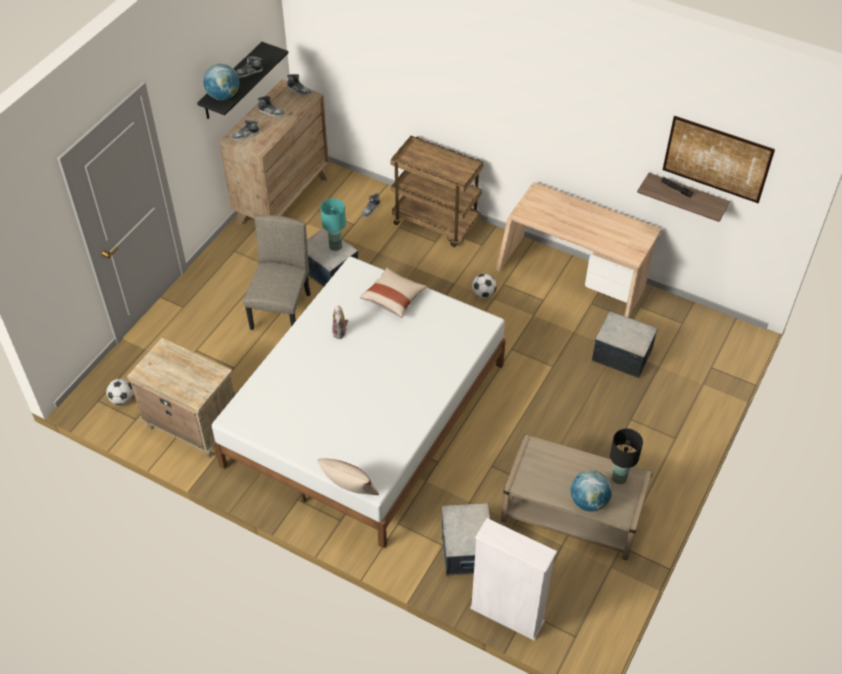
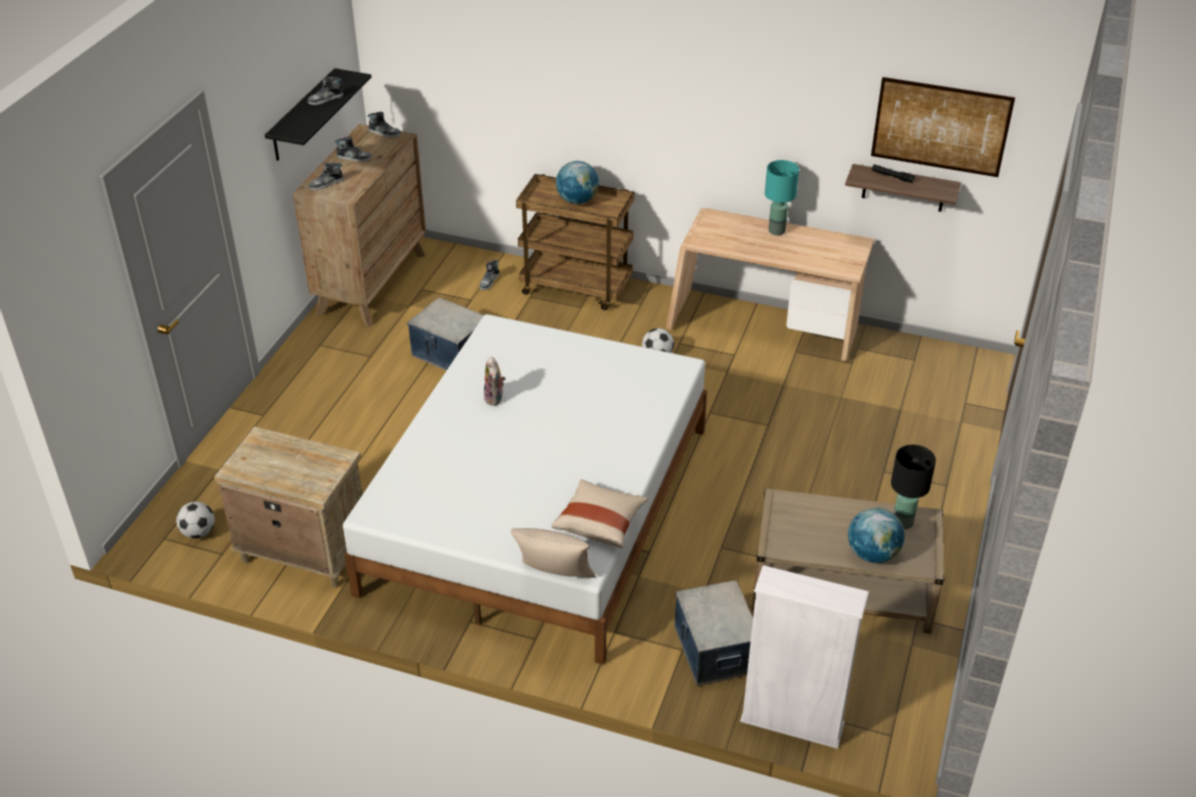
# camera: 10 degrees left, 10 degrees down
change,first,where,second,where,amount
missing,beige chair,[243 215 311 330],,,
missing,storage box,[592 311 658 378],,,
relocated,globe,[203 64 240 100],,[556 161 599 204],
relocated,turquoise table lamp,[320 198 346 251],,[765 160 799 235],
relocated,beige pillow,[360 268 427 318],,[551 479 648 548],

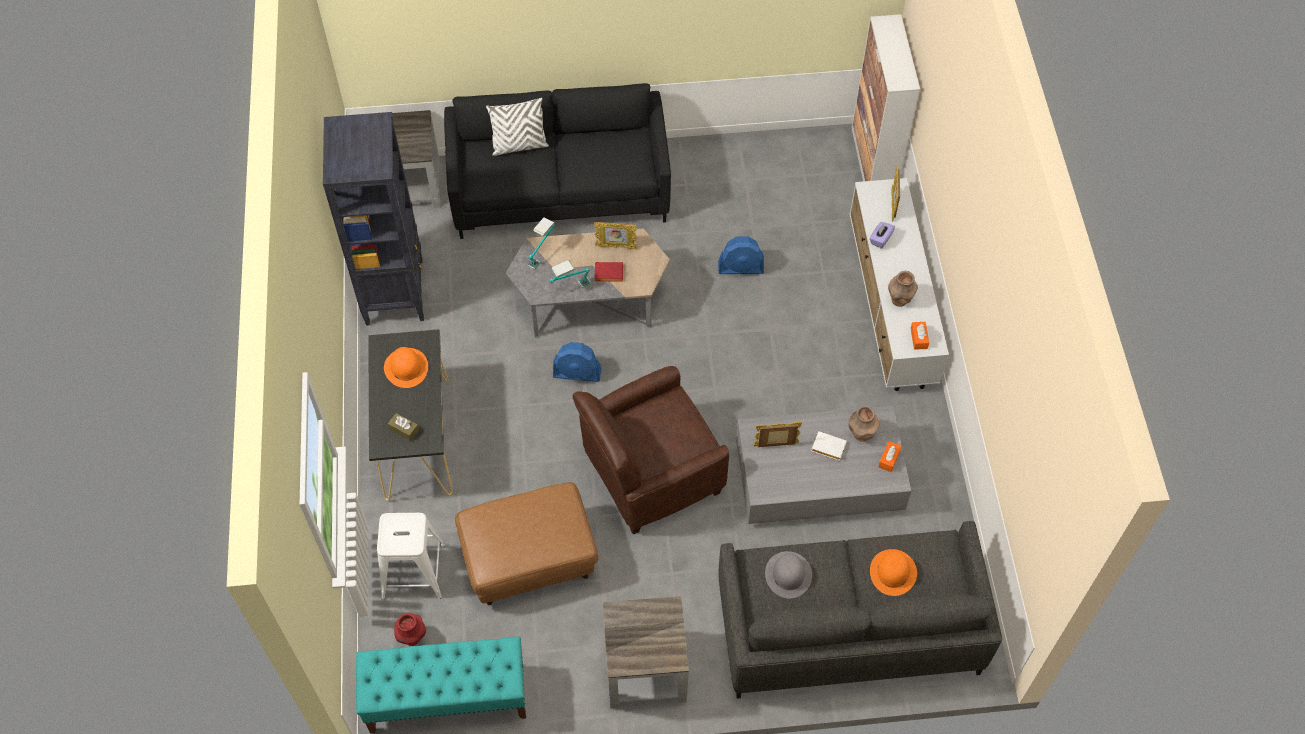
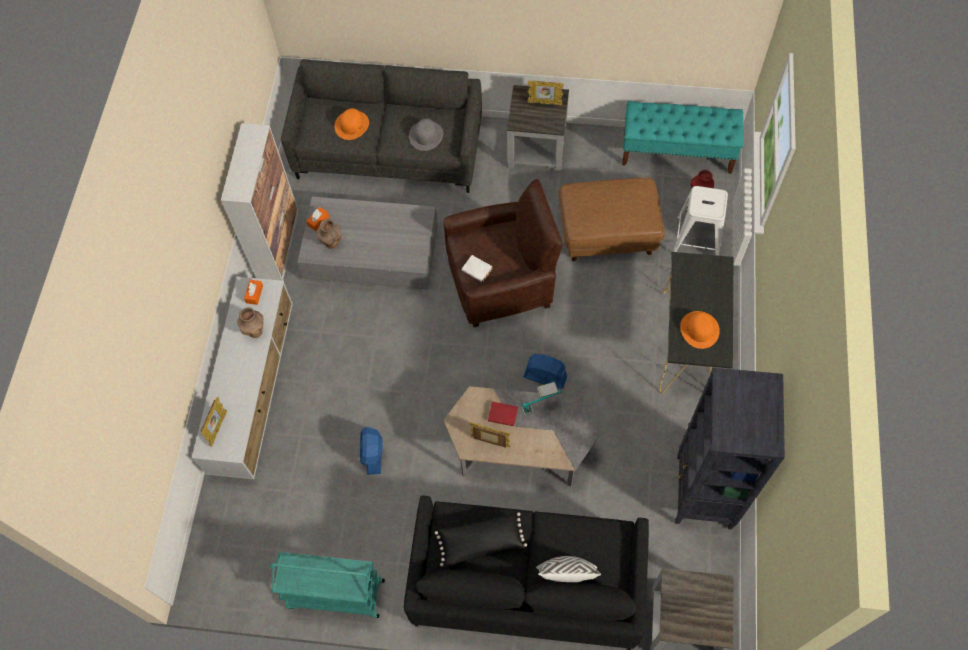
# camera: 165 degrees left, 5 degrees up
change,first,where,second,where,amount
missing,brown tissue box,[388 413 419 441],,,
missing,table lamp,[528 217 555 269],,,
missing,purple tissue box,[869 222 895 249],,,
appeared,,,turquoise cart,[270 552 385 618],
appeared,,,black pillow,[434 512 527 569],
relocated,picture frame,[754 422 802 447],,[527 81 564 105],
relocated,white book,[811 431 847 461],,[462 255 493 282],
relocated,cabinet,[852 14 920 181],,[221 123 299 281],
spun,blue fan,[718 236 764 274],,[360 427 383 475],105 degrees counterclockwise

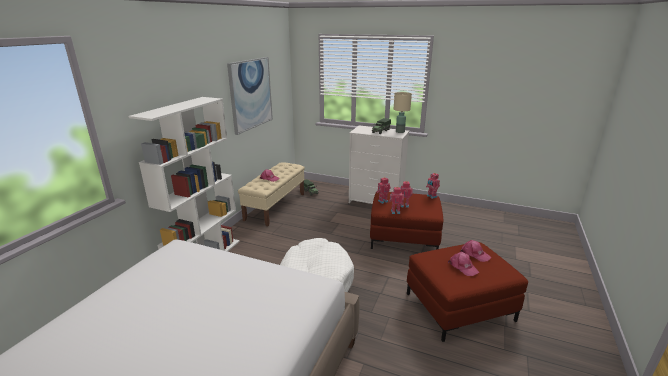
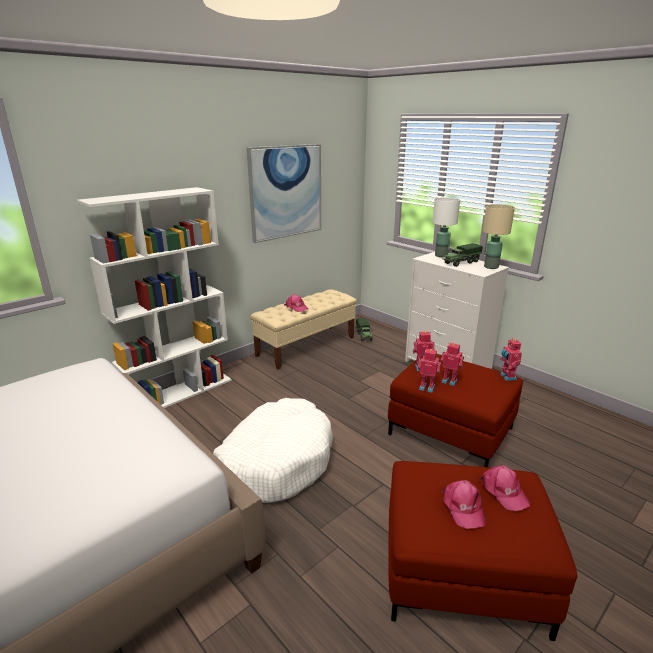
# camera: 25 degrees right, 0 degrees up
change,first,where,second,where,amount
appeared,,,white table lamp,[432 197 460 257],

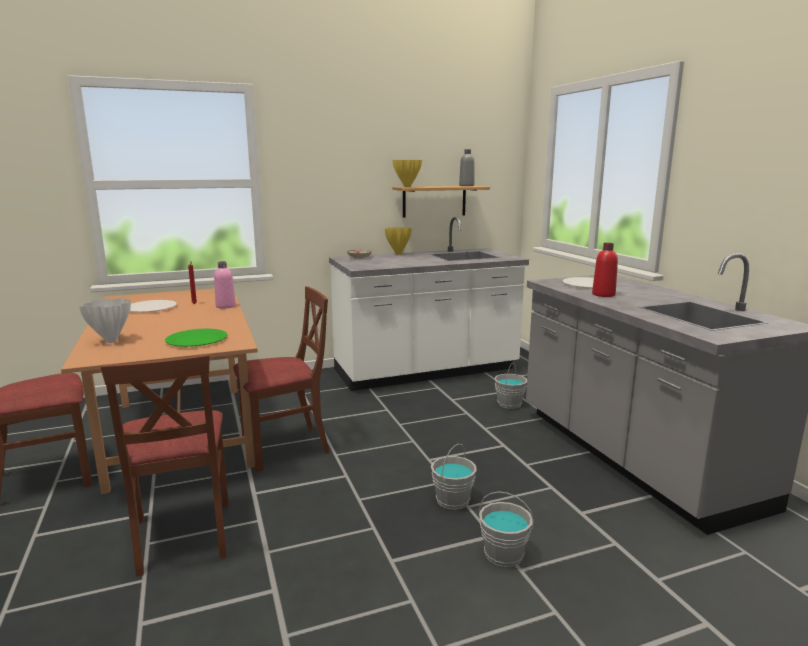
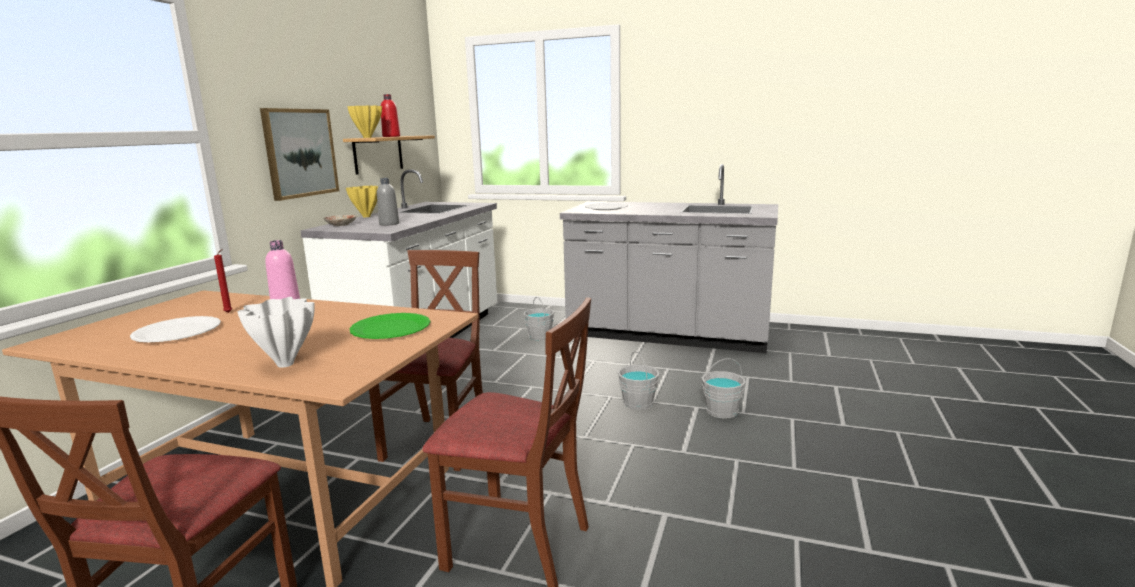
# camera: 50 degrees left, 0 degrees up
change,first,where,second,where,amount
appeared,,,picture,[260 108 339 201],
relocated,grey bottle,[459 149 474 186],,[377 178 399 226],
relocated,red bottle,[592 243 618 297],,[381 94 400 137],

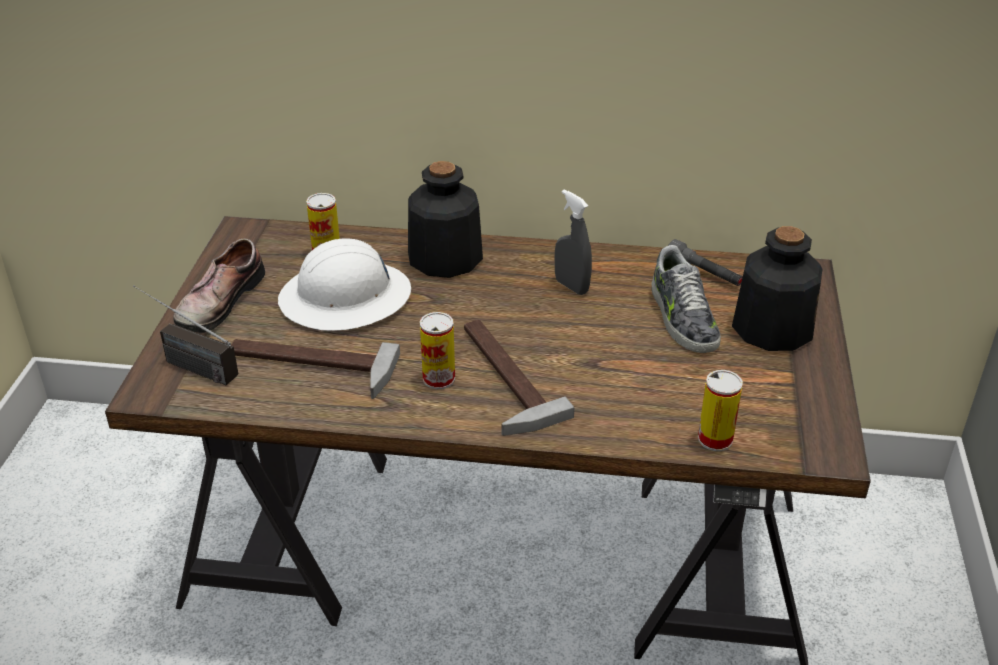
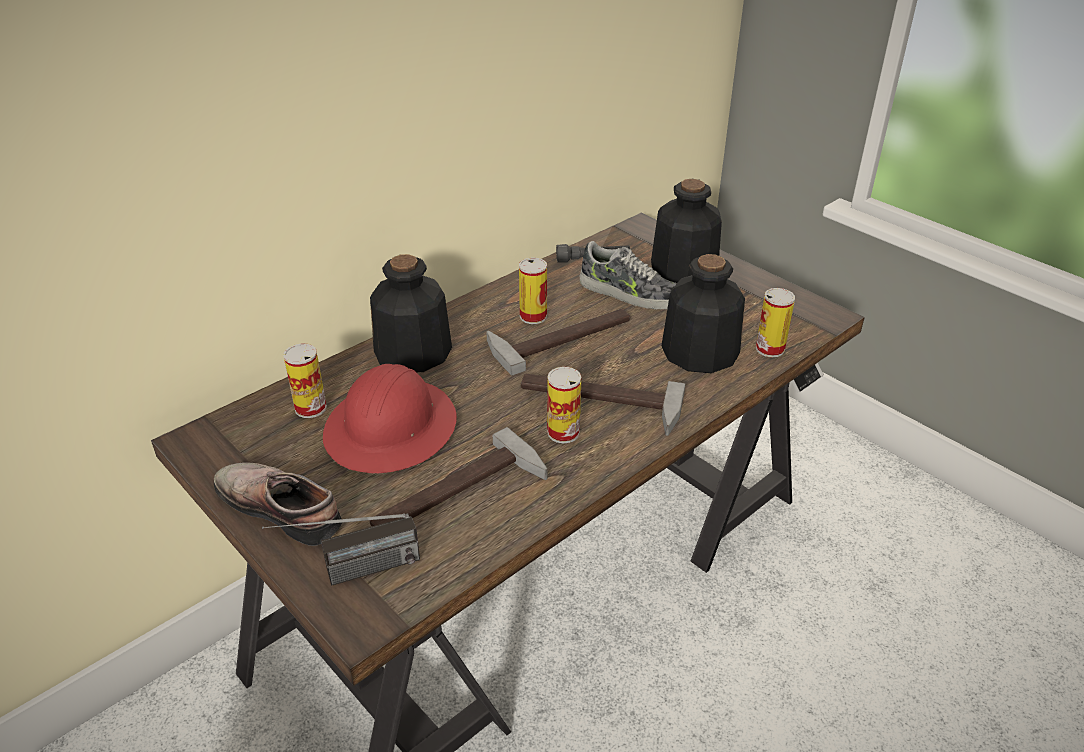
# camera: 50 degrees left, 0 degrees up
change,first,where,second,where,amount
appeared,,,hammer,[486 309 630 376],
appeared,,,bottle,[661 254 745 373],
exchanged,grey spray bottle,[555 190 592 295],can,[519 258 547 324],
colour,white hard hat,[278 238 411 331],red hard hat,[323 364 457 473],
spun,shoe,[174 238 265 333],,[214 463 342 546],150 degrees clockwise

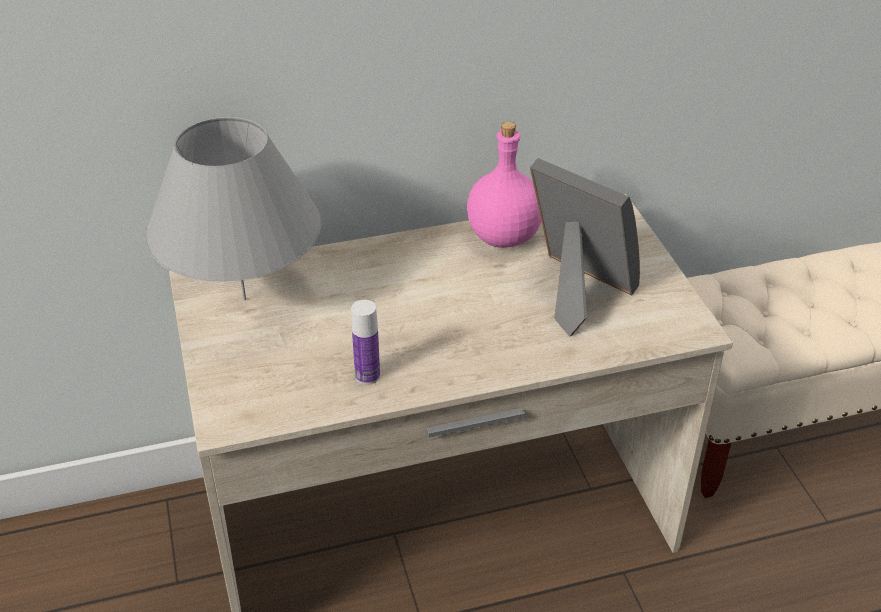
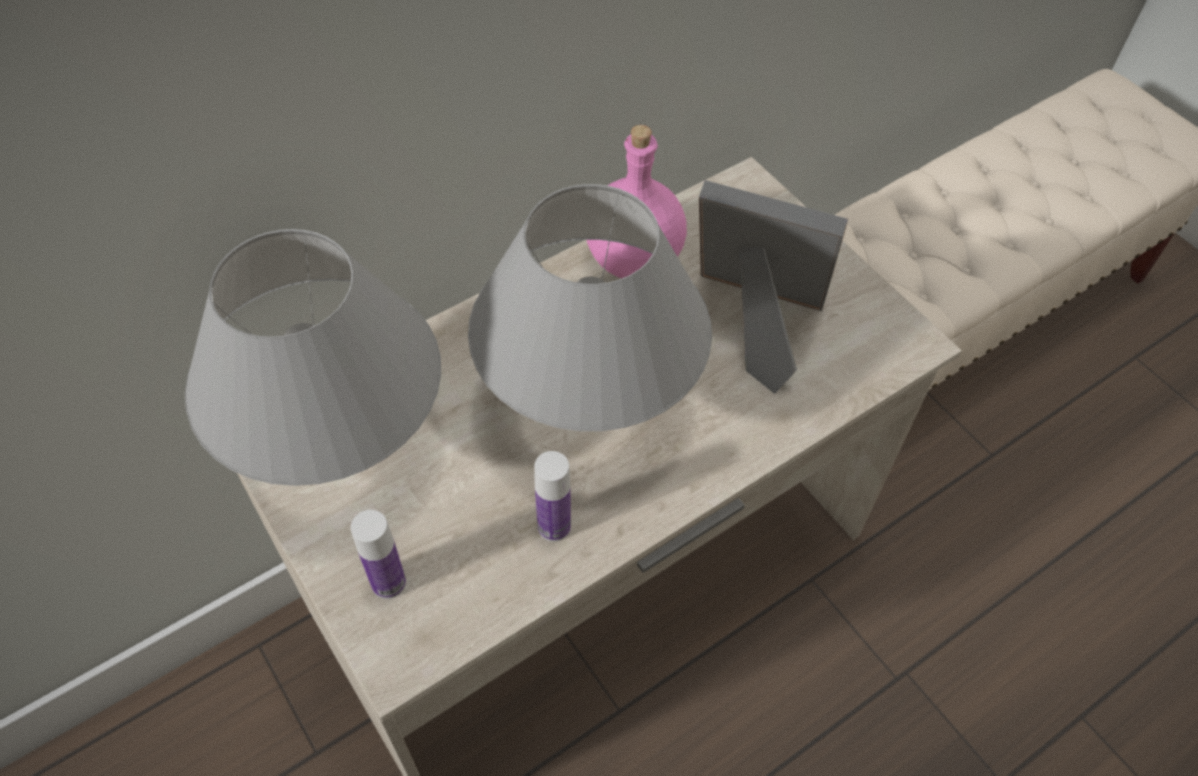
# camera: 20 degrees left, 15 degrees up
change,first,where,second,where,amount
appeared,,,bottle,[351 510 406 599],
appeared,,,grey table lamp,[468 184 712 431],

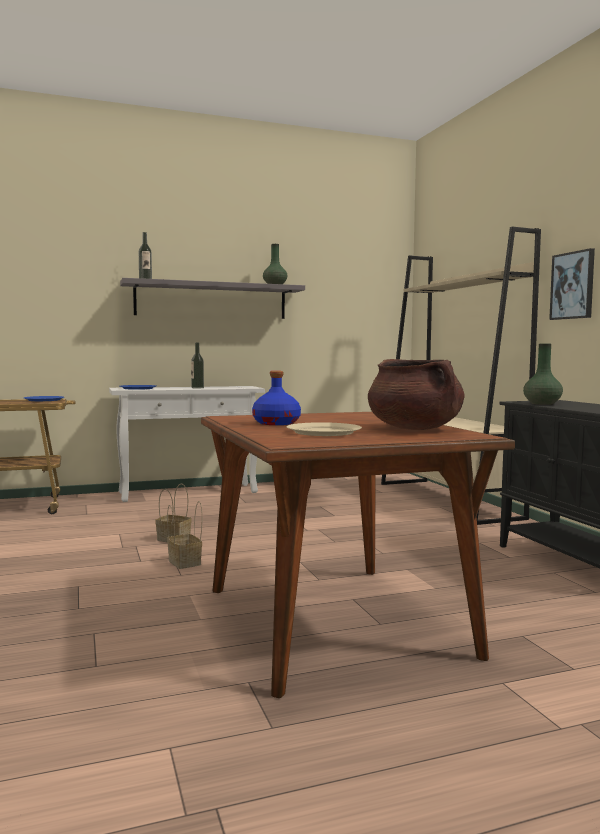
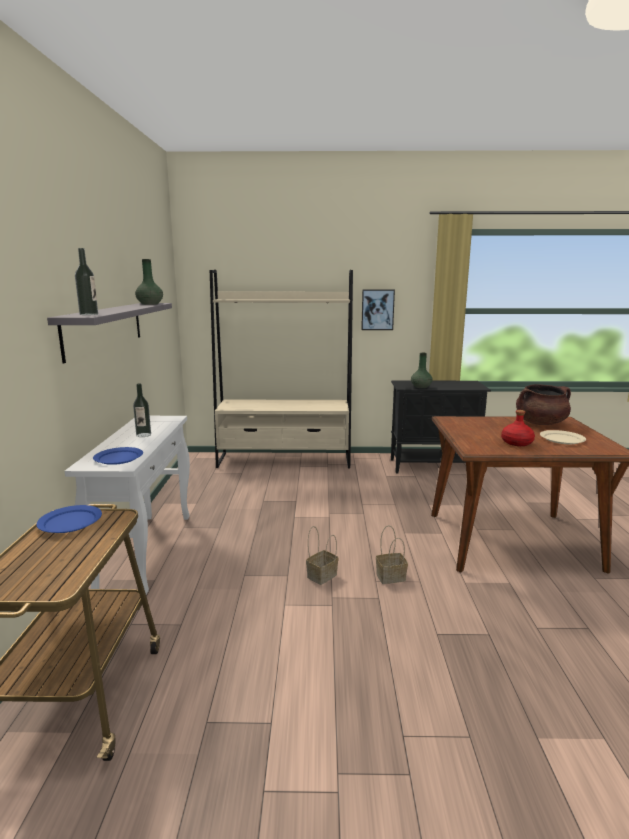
# camera: 70 degrees left, 10 degrees up
change,first,where,second,where,amount
colour,blue bottle,[252 371 301 425],red bottle,[501 410 535 446],

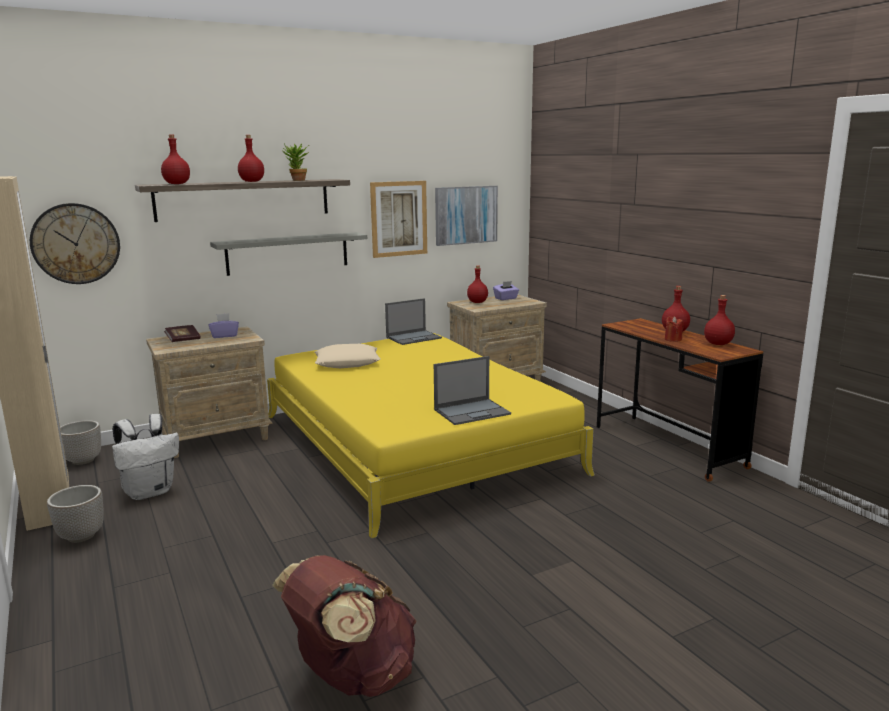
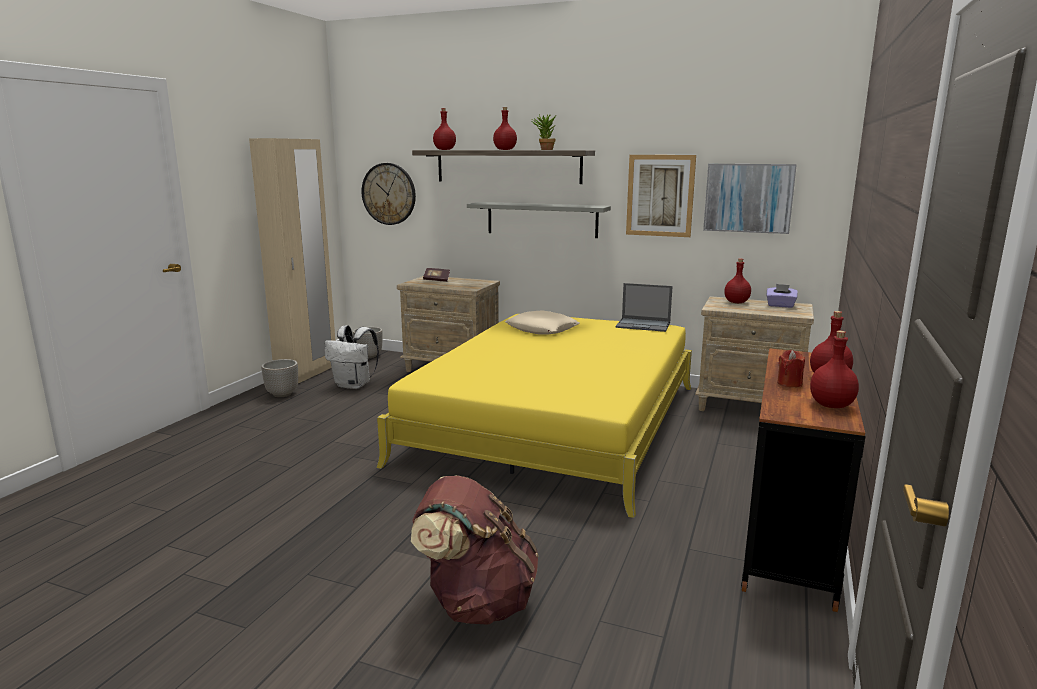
# camera: 50 degrees right, 0 degrees up
change,first,where,second,where,amount
missing,purple tissue box,[209 313 239 338],,,
missing,laptop,[434 356 511 425],,,
relocated,brown backpack,[272 555 416 697],,[411 475 538 625],

